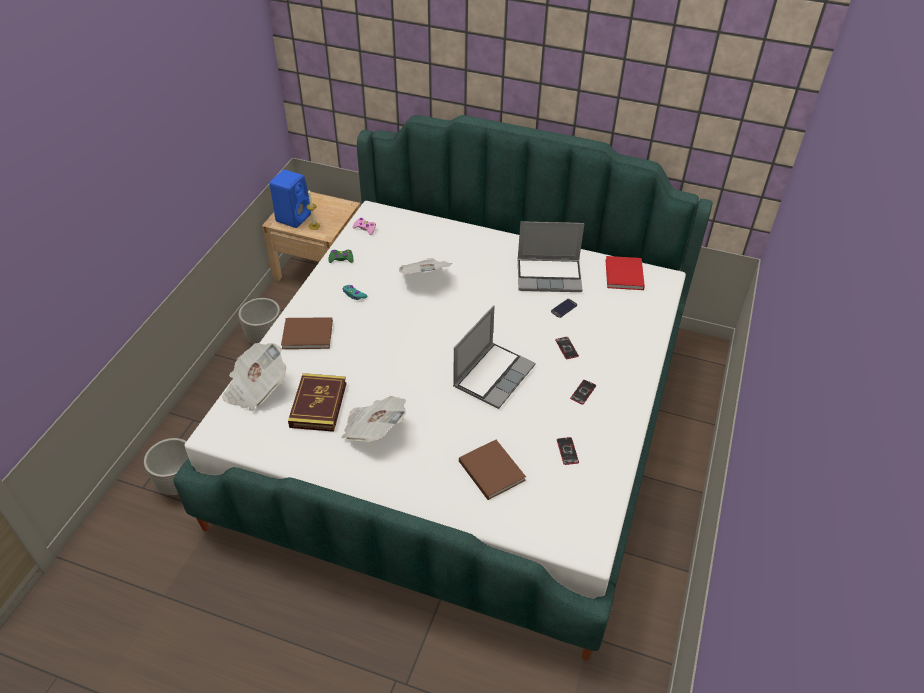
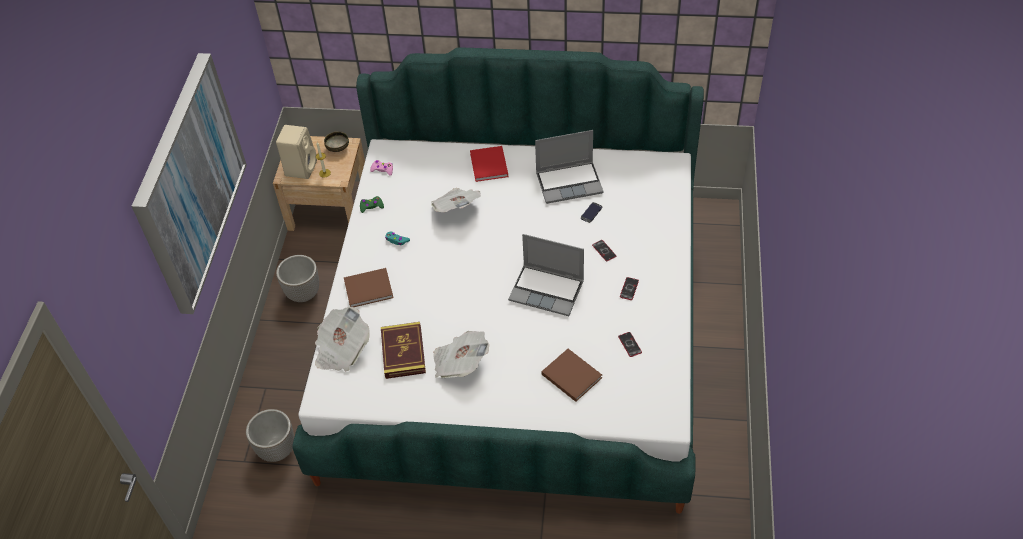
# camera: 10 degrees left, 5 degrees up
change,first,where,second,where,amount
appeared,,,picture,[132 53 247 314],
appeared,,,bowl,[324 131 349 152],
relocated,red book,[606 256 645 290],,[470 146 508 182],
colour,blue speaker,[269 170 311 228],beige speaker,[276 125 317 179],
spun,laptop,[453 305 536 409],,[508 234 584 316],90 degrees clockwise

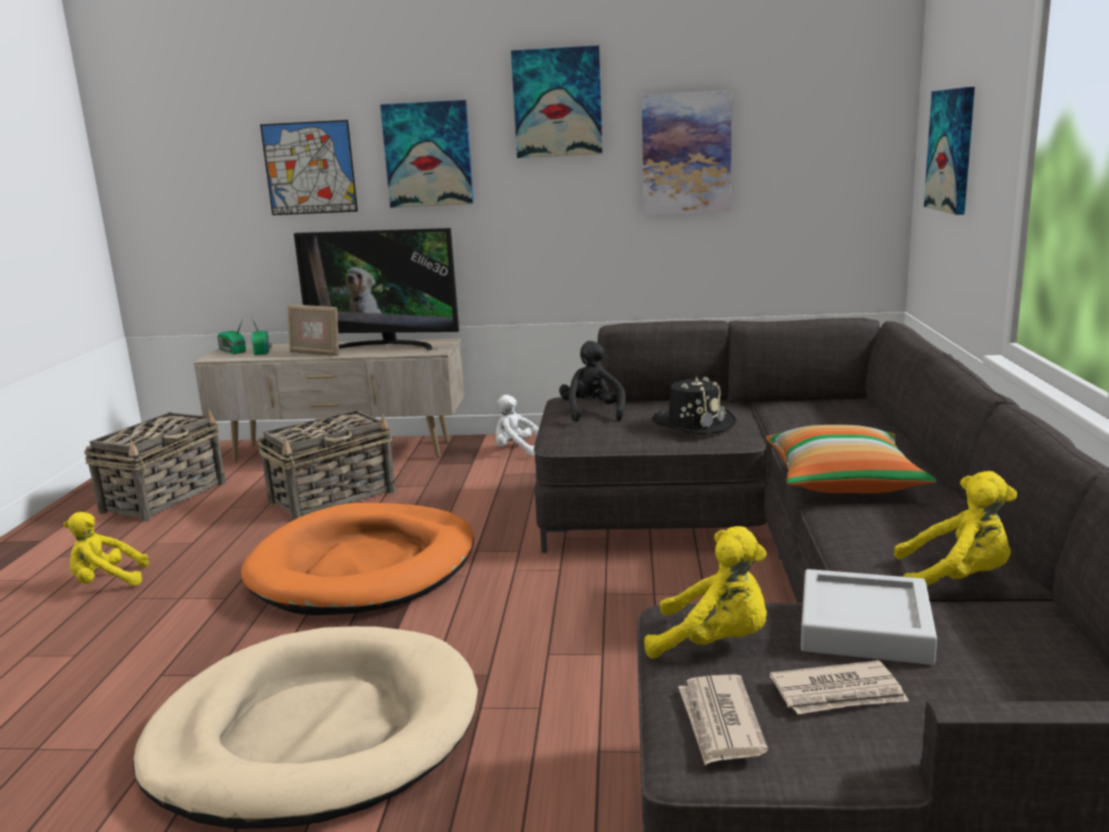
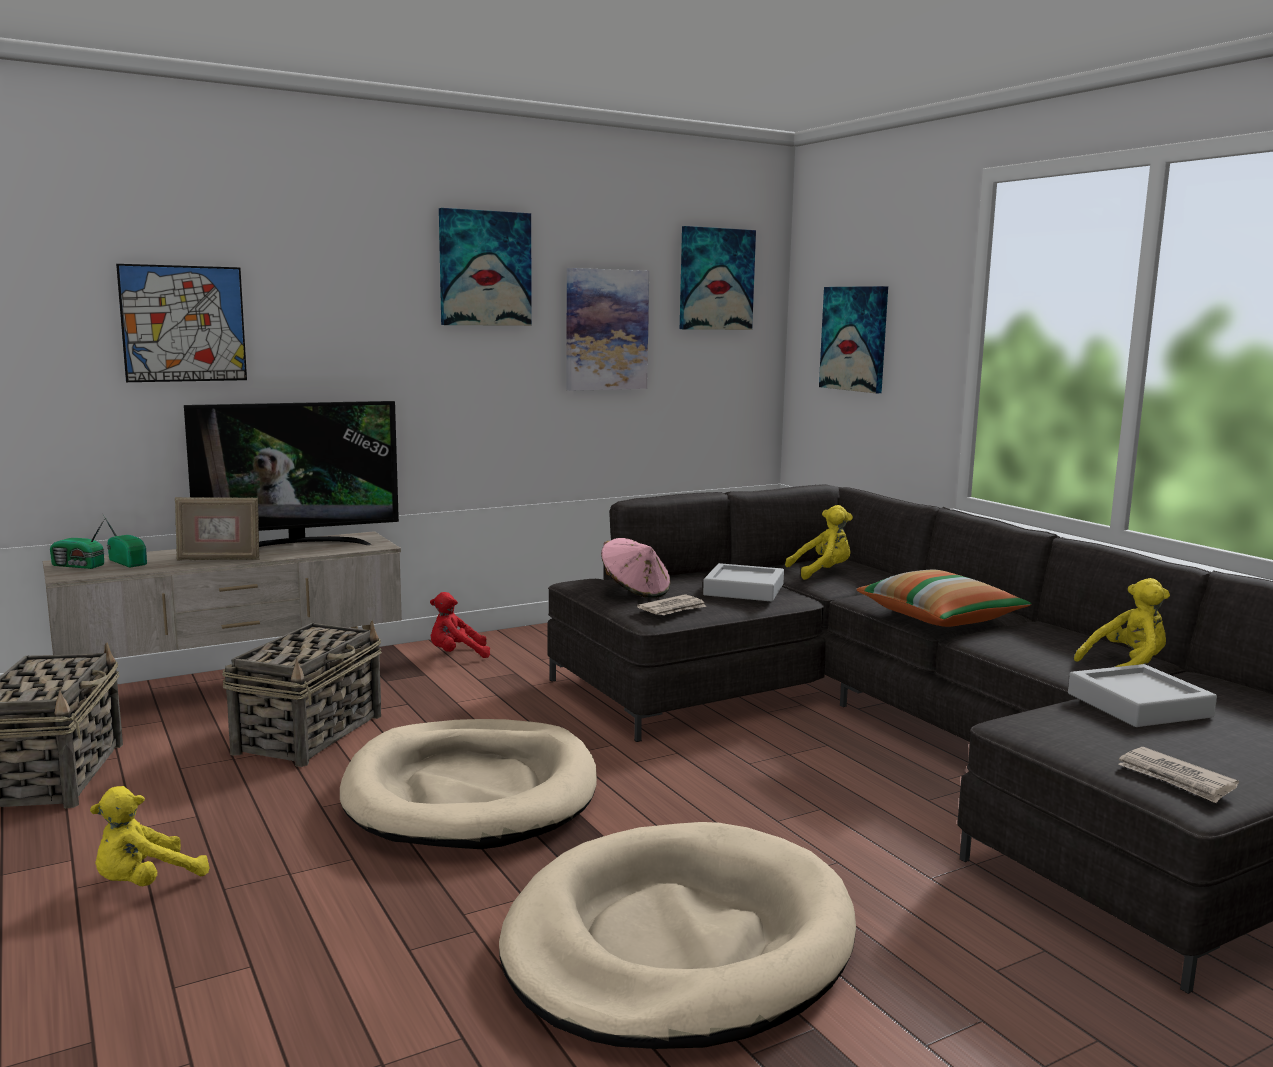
# camera: 35 degrees left, 5 degrees down
change,first,where,second,where,amount
relocated,picture,[380 100 474 208],,[680 226 756 330],
relocated,yellow plush toy,[644 526 767 659],,[785 505 853 580],
relocated,newspaper,[769 660 909 714],,[637 594 707 615],
exchanged,black plush toy,[559 341 626 422],pink hat,[601 538 671 598],
exchanged,black hat,[652 376 737 435],grey tray,[703 563 784 602],
colour,orange dog bed,[241 503 474 616],beige dog bed,[340 719 597 849],
colour,white plush toy,[496 395 539 456],red plush toy,[430 592 490 658],

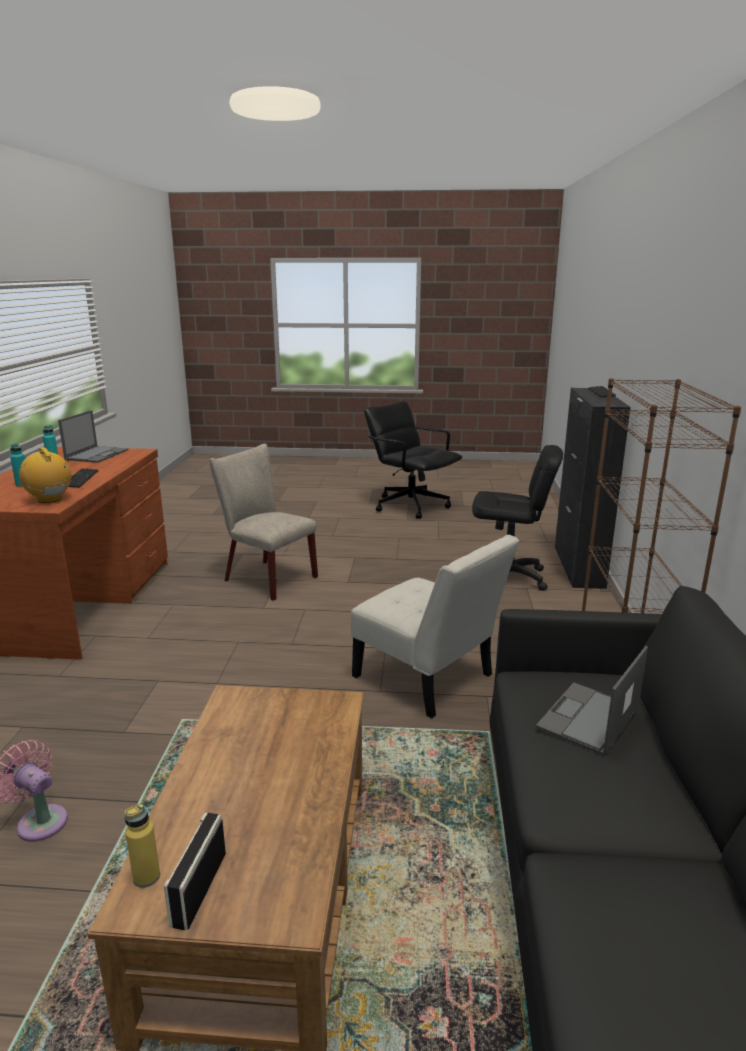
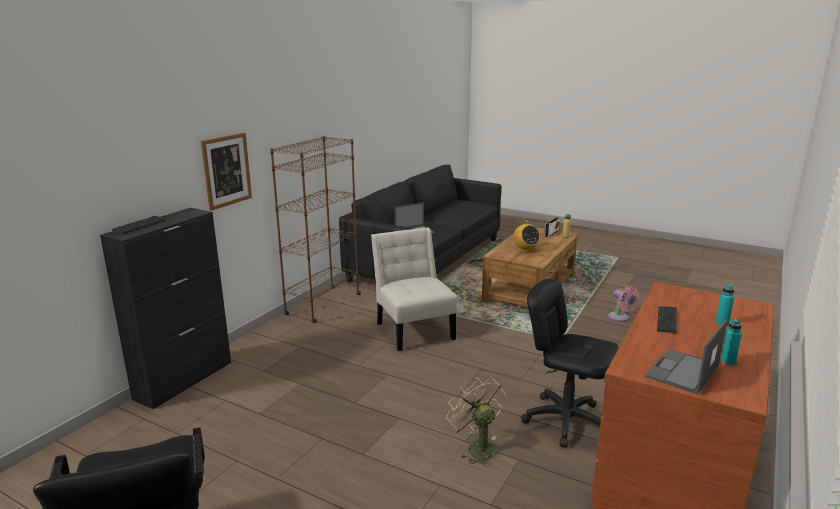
# camera: 155 degrees left, 0 degrees up
change,first,where,second,where,amount
appeared,,,picture,[201 133 252 211],
relocated,radio,[19 447 71 503],,[513 220 540 253],
relocated,black office chair,[472 445 563 591],,[521 279 619 448],
exchanged,beige chair,[210 444 318 601],beige fan,[446 377 506 466],

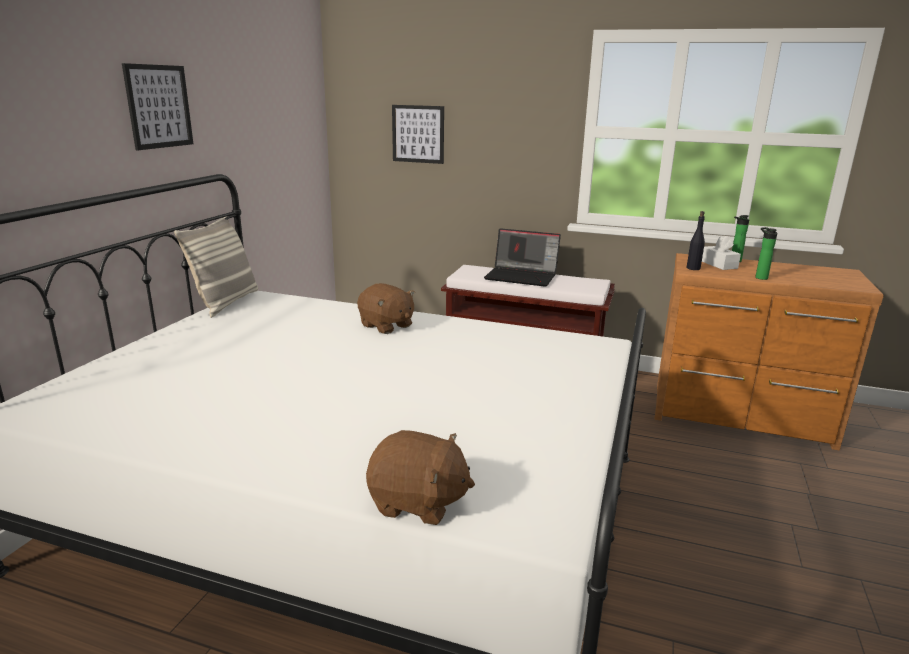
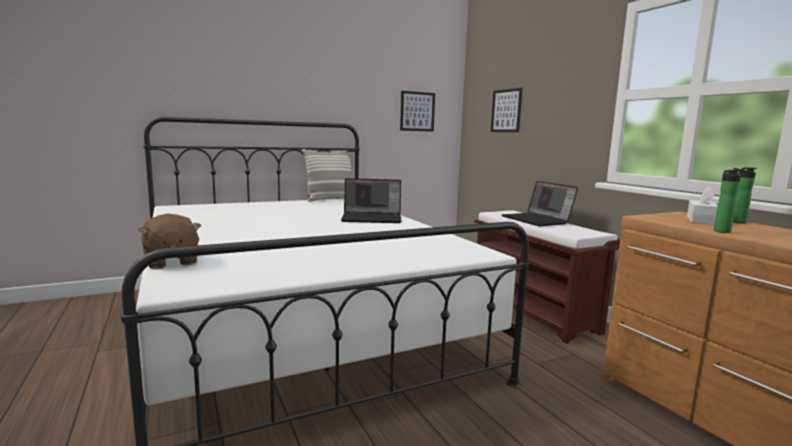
# camera: 45 degrees right, 10 degrees down
change,first,where,second,where,amount
missing,black bottle,[686 211 705 270],,,
relocated,picture,[122 63 193 150],,[400 91 435 132],
exchanged,brown plush toy,[357 283 415 334],laptop,[341 178 402 223],

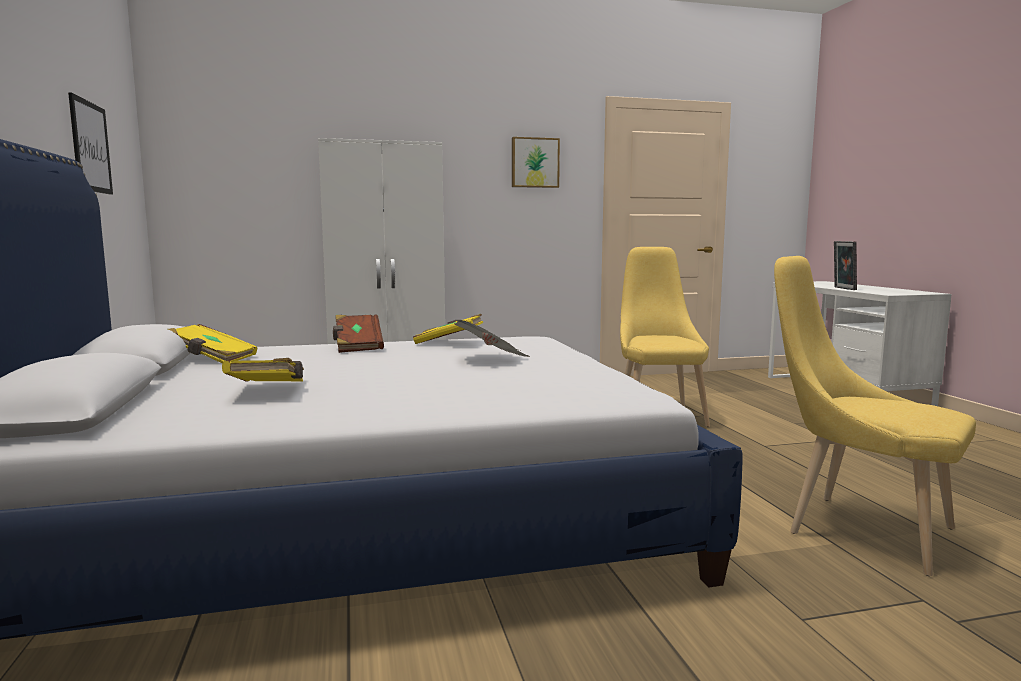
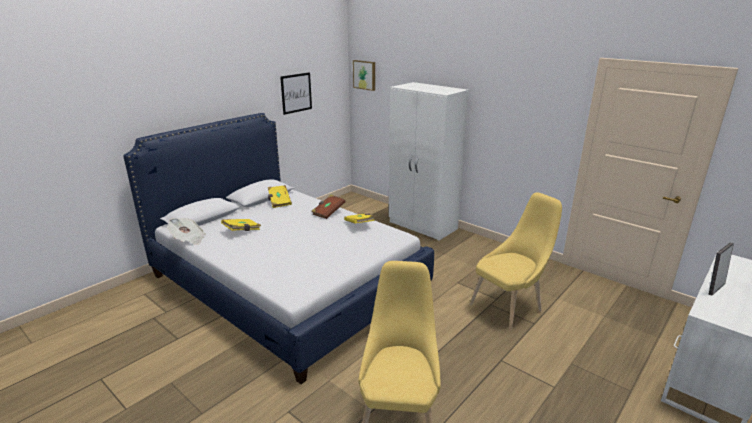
# camera: 55 degrees right, 15 degrees up
change,first,where,second,where,amount
relocated,newspaper,[454 320 530 357],,[167 218 206 245],
relocated,picture,[512 137 560 188],,[353 60 375 91],

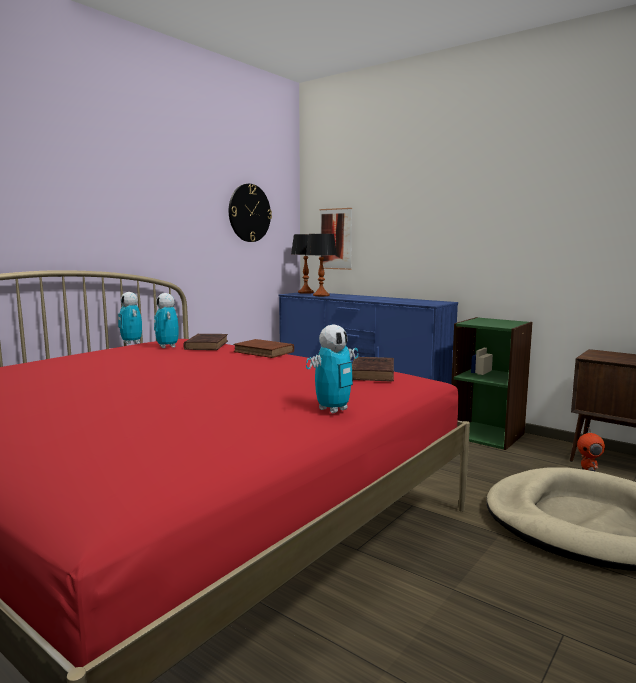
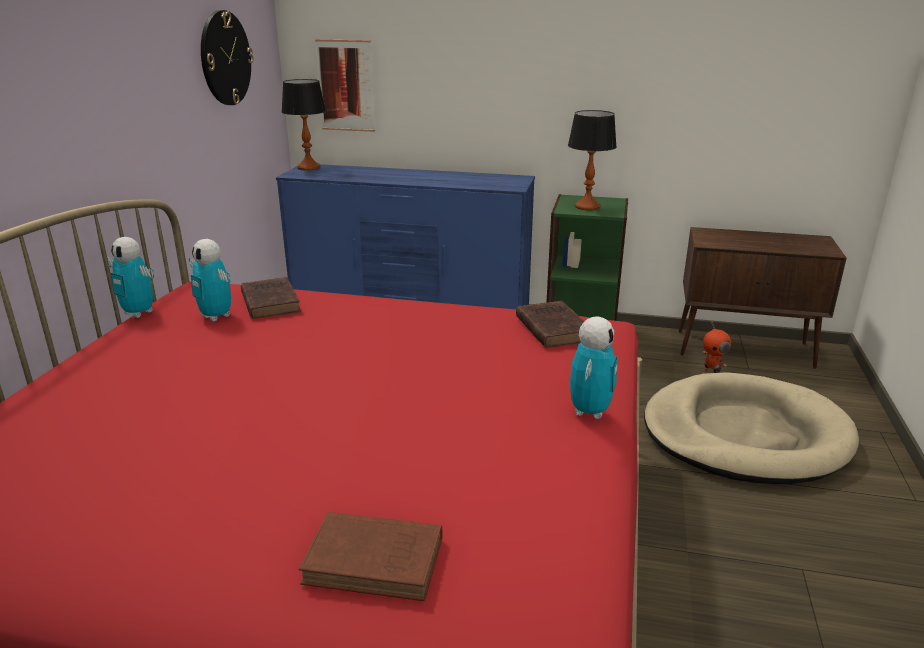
# camera: 25 degrees left, 15 degrees up
change,first,where,second,where,amount
relocated,brown book,[233 339 294 358],,[299 512 442 601],
relocated,table lamp,[306 234 337 296],,[568 110 617 210],

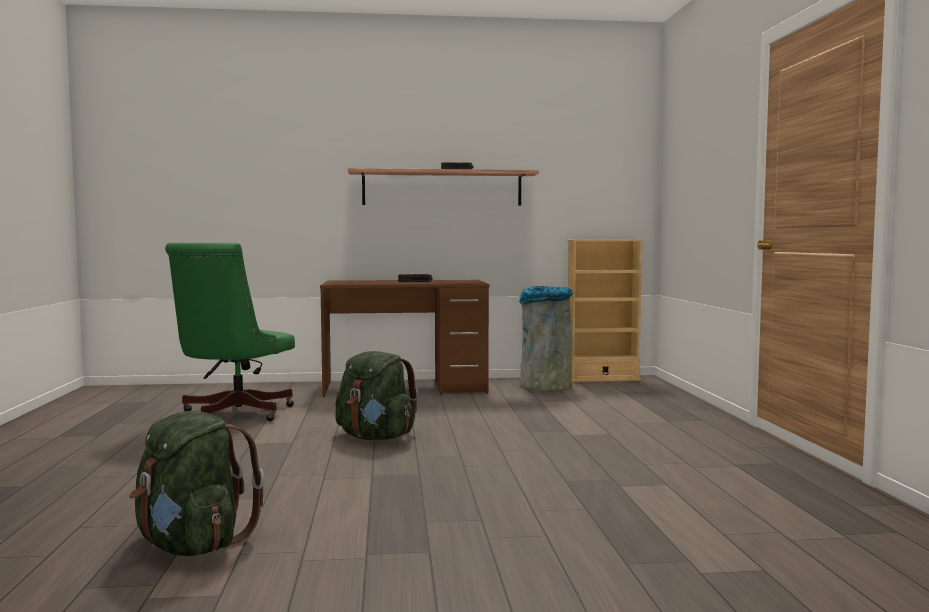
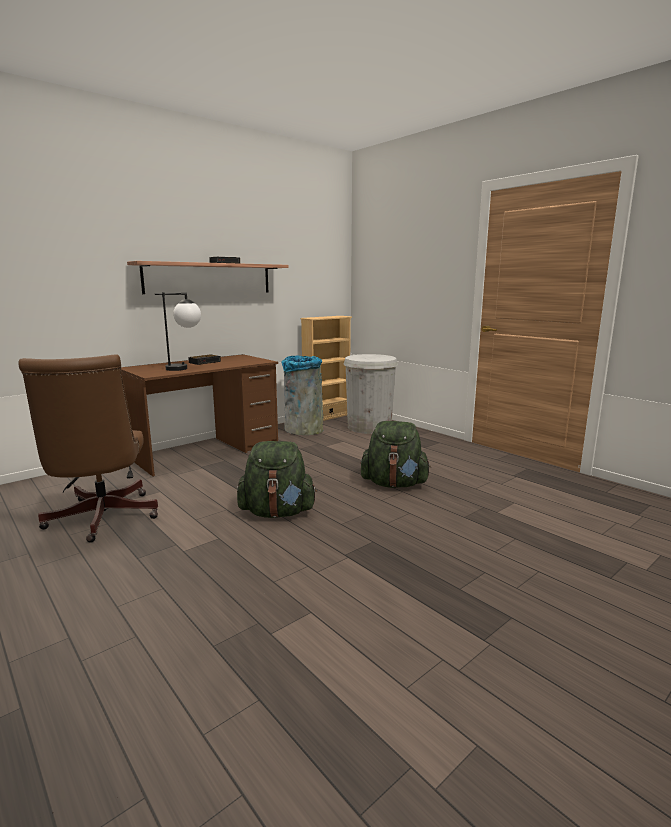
# camera: 35 degrees left, 10 degrees up
change,first,where,second,where,amount
appeared,,,table lamp,[155 292 201 371],
appeared,,,white trash can,[343 354 398 434],
relocated,green backpack,[129 411 264 556],,[360 421 431 488],
colour,green office chair,[165 243 295 421],brown office chair,[18 354 158 543],

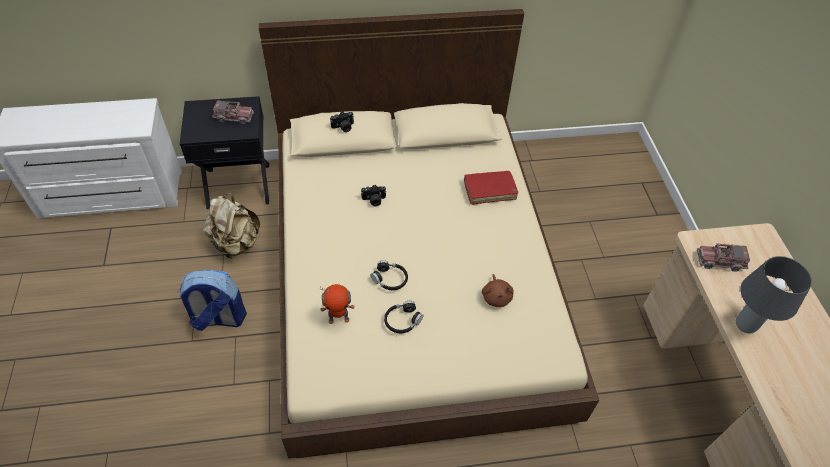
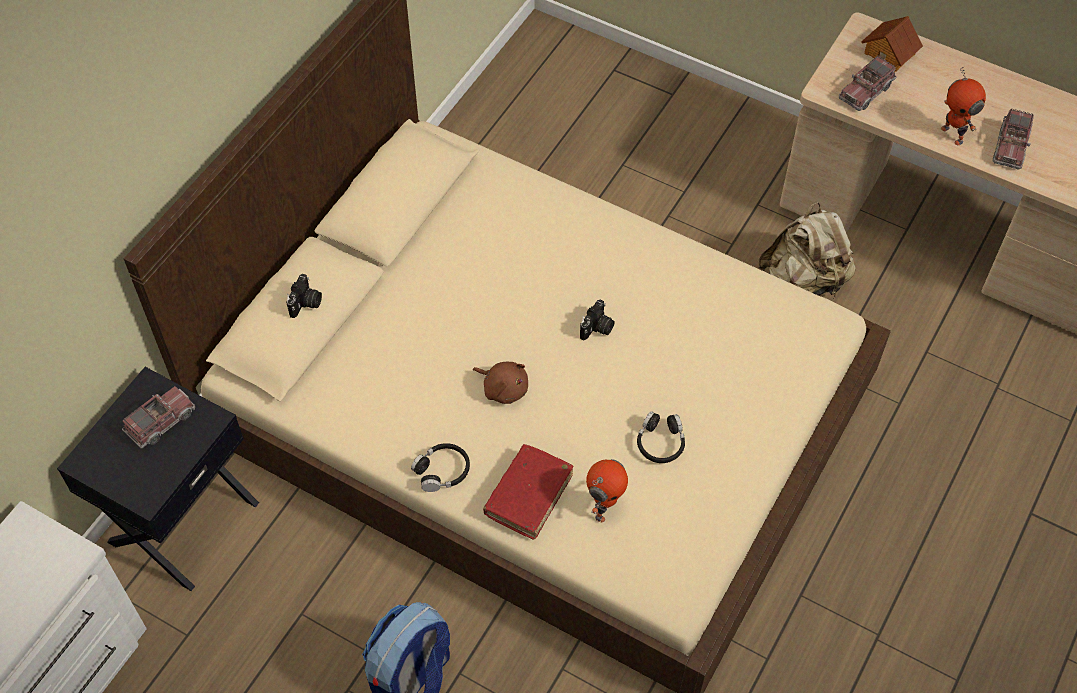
# camera: 50 degrees left, 5 degrees up
change,first,where,second,where,amount
appeared,,,toy house,[861 16 923 72],
appeared,,,toy truck,[993 109 1034 170],
relocated,beige backpack,[203 193 260 258],,[759 201 856 298],
relocated,photo camera,[361 185 386 206],,[580 299 615 340],
relocated,black headphones,[370 260 408 290],,[411 443 470 492],
relocated,red book,[464 171 518 205],,[483 444 573 540],
relocated,brown plush toy,[482 274 514 307],,[473 362 528 404],
exchanged,grey table lamp,[736 256 812 333],toy robot,[941 67 986 145],

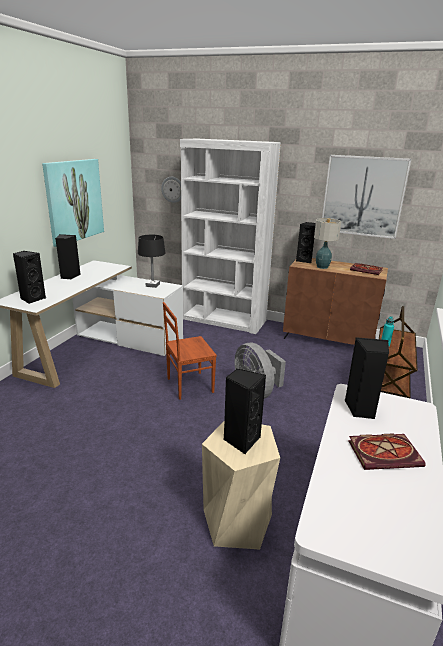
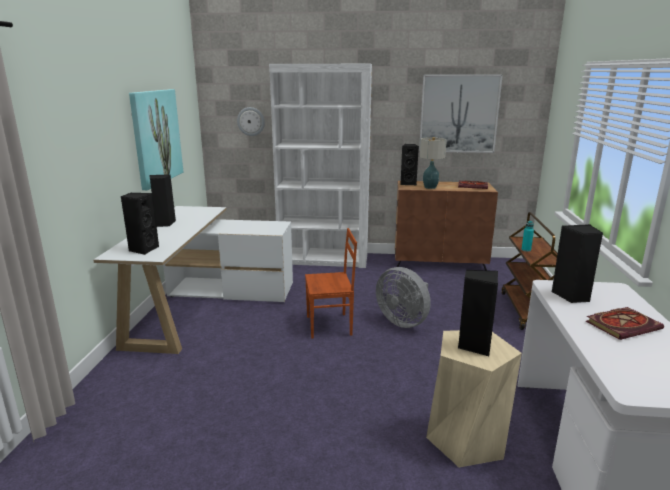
# camera: 15 degrees left, 5 degrees down
change,first,where,second,where,amount
missing,black table lamp,[138 235 165 288],,,
spun,brown chair,[163 302 217 400],,[305 228 357 338],150 degrees counterclockwise

